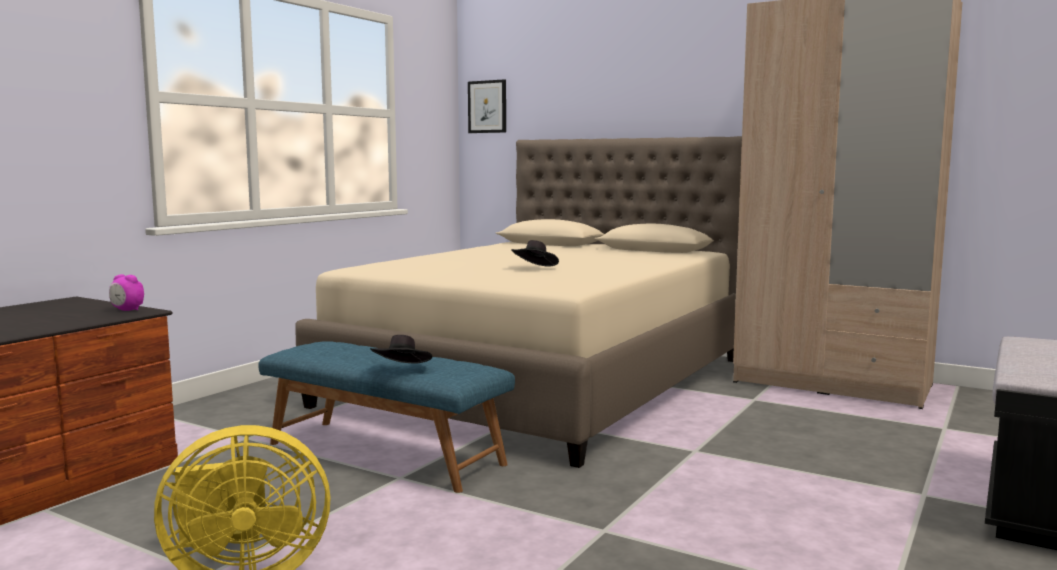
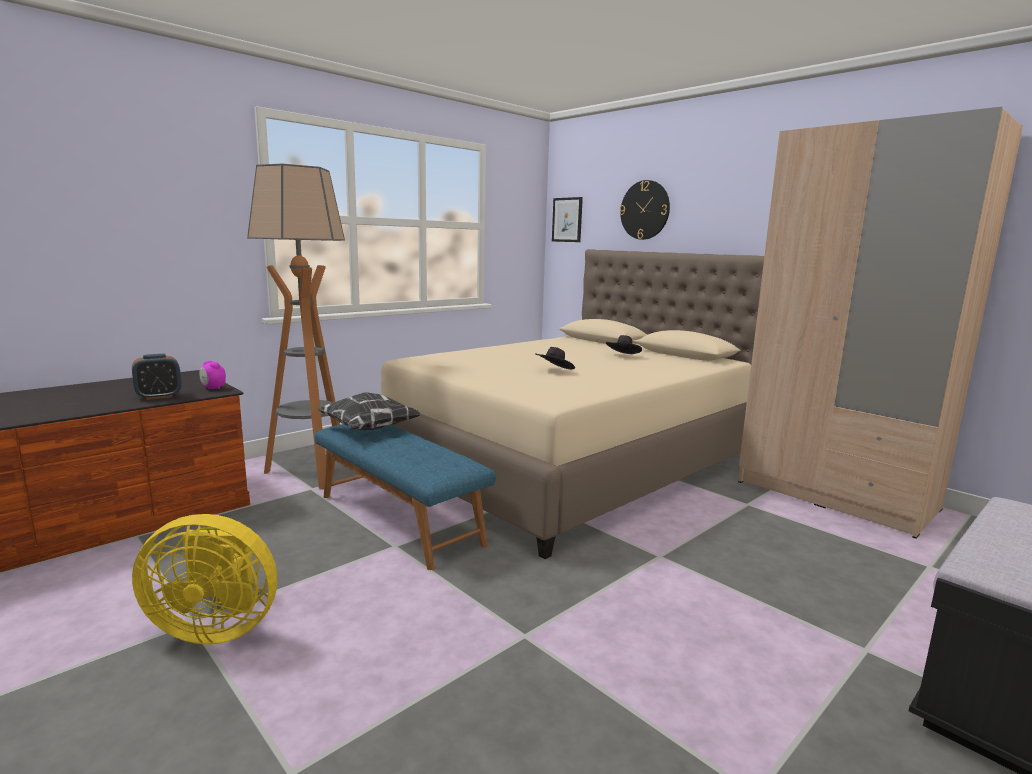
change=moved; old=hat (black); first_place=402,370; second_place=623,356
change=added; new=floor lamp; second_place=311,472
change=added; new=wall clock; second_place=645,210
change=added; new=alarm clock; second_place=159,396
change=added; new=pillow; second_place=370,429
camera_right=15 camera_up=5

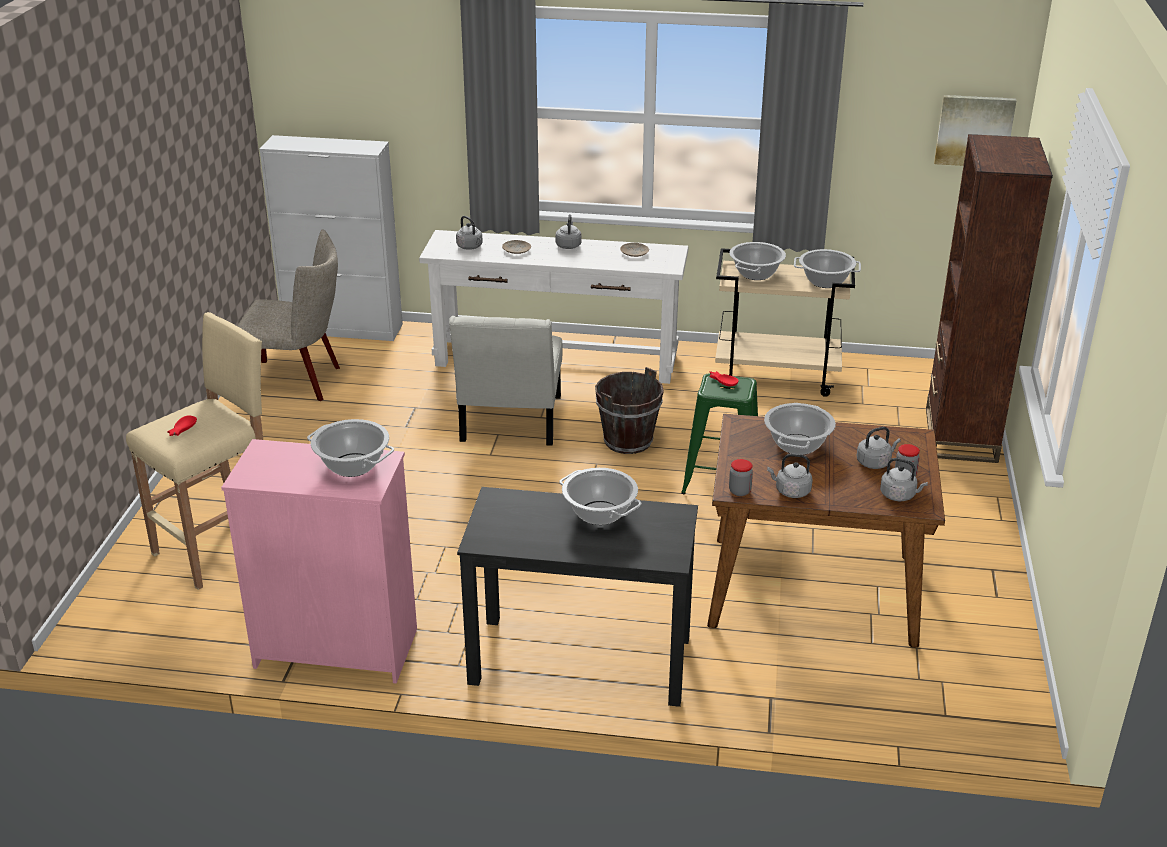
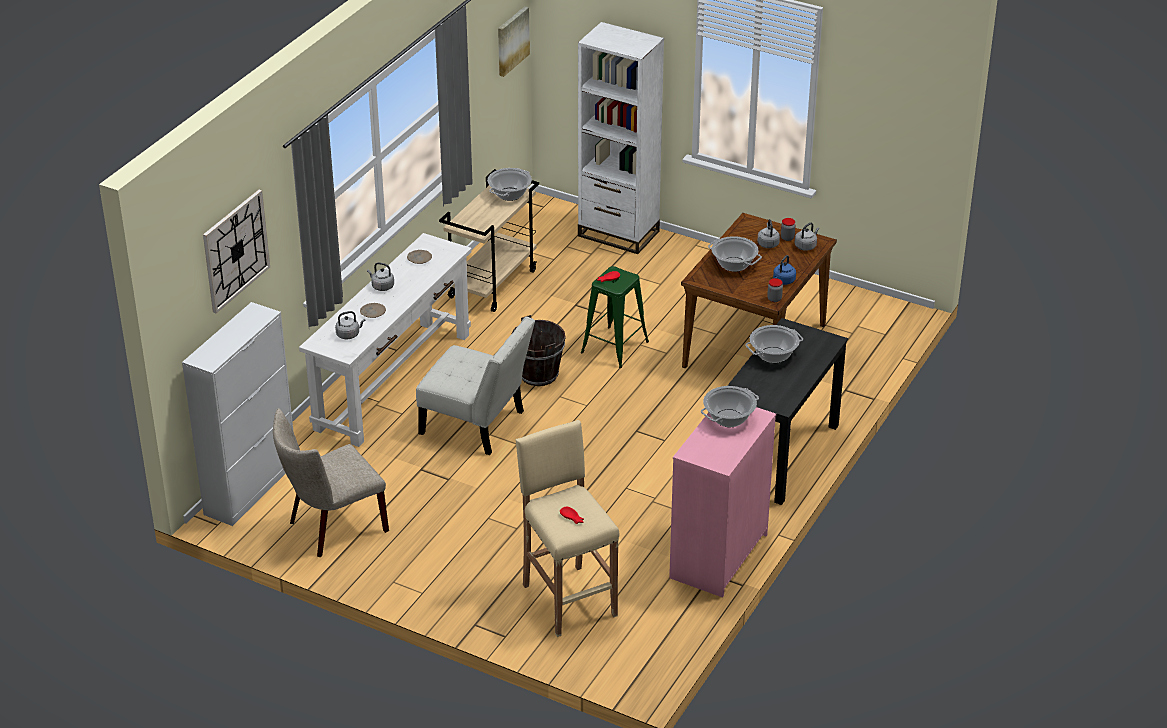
change=recoloured; old=bookcase (brown); new=bookcase (white); first_place=960,435; second_place=618,234
change=turned; old=chair (beige); first_place=298,381; second_place=332,528; degrees=-150
change=removed; old=cooking pot; first_place=756,274
change=recoloured; old=kettle (grey); new=kettle (blue); first_place=790,491; second_place=783,281
change=added; new=wall clock; second_place=235,250
camera_right=-70 camera_up=5

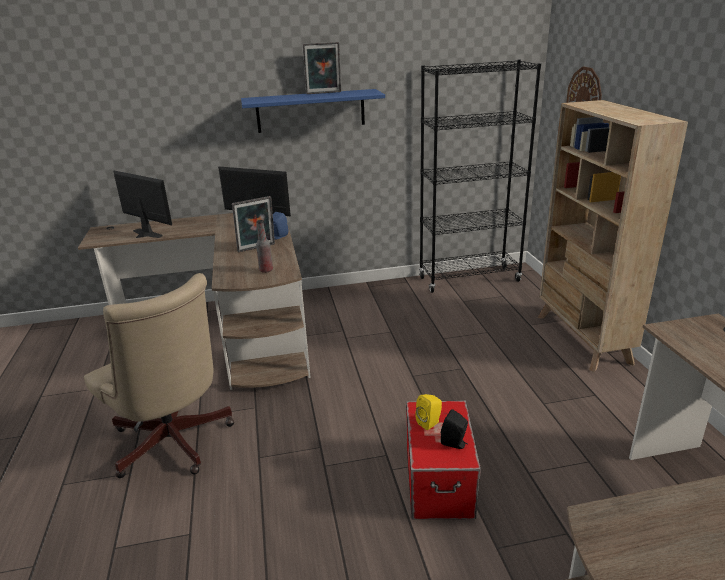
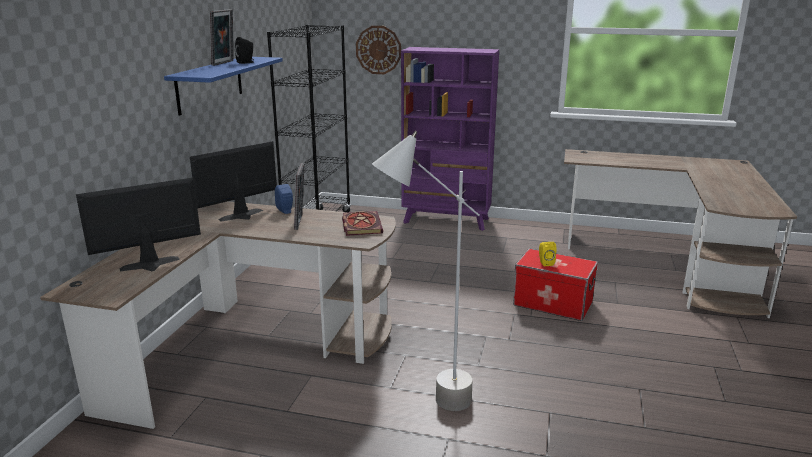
change=recoloured; old=bookcase (beige); new=bookcase (purple); first_place=582,339; second_place=446,221
change=replaced; old=bottle; new=book; first_place=266,270; second_place=360,225
change=replaced; old=office chair (beige); new=floor lamp (grey); first_place=174,445; second_place=426,407
change=moved; old=speaker (black); first_place=455,443; second_place=246,62
camera_right=-65 camera_up=-5

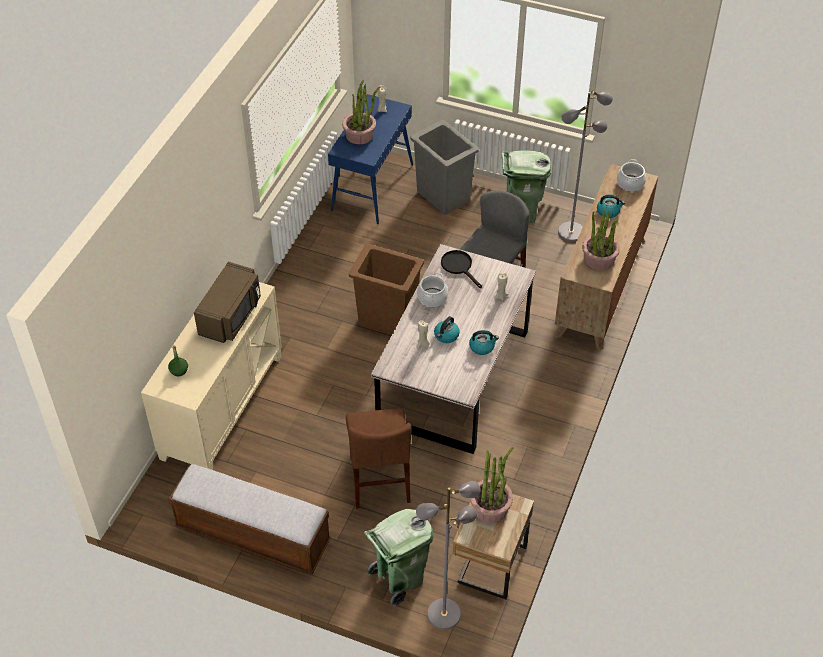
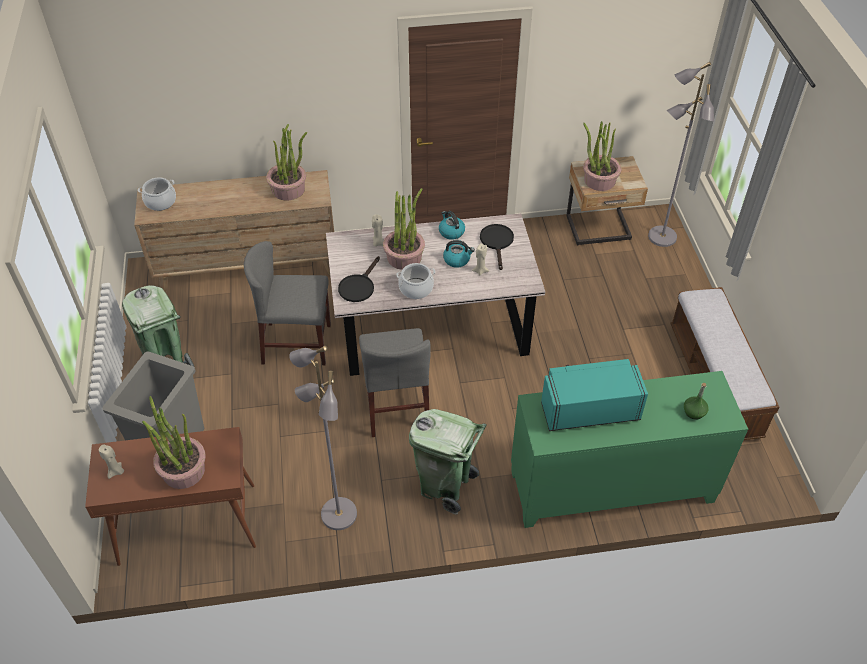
change=moved; old=floor lamp (grey); first_place=571,231; second_place=337,515
change=recoloured; old=console table (blue); new=console table (brown); first_place=372,187; second_place=187,525
change=removed; old=kettle; first_place=608,211
change=replaced; old=trash can (brown); new=chair (grey); first_place=387,319; second_place=396,406
change=recoloured; old=microwave (brown); new=microwave (turquoise); first_place=231,316; second_place=588,409
change=recoloured; old=cabinet (beige); new=cabinet (green); first_place=221,406; second_place=611,487
change=removed; old=chair (brown); first_place=379,479
change=moved; old=trash can (green); first_place=399,578; second_place=445,486
change=added; new=potted plant; second_place=404,257
change=added; new=frying pan (black); second_place=497,242
camera_right=-120 camera_up=0

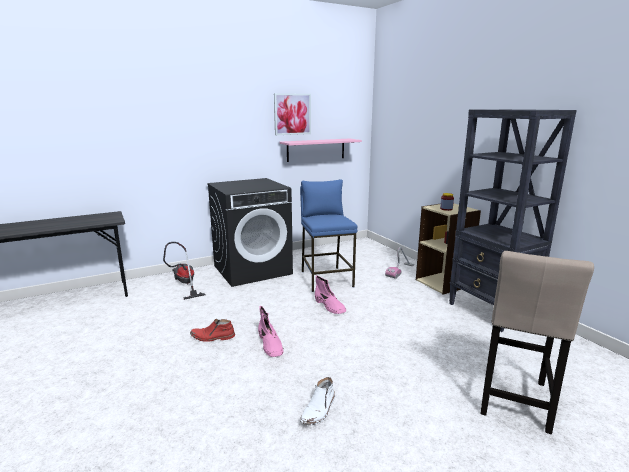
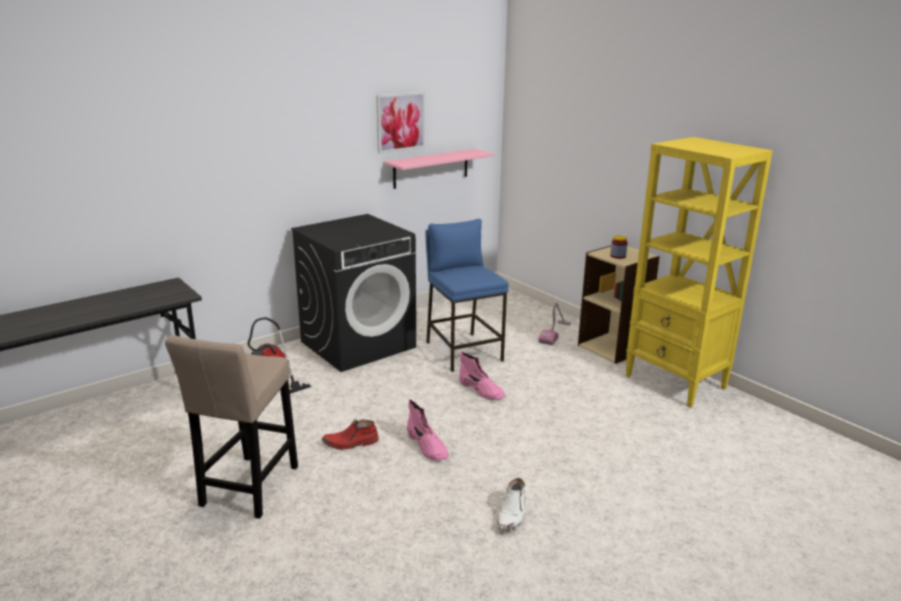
change=recoloured; old=bookcase (black); new=bookcase (yellow); first_place=491,311; second_place=675,382
change=moved; old=stool (beige); first_place=514,402; second_place=247,489
camera_right=-10 camera_up=5

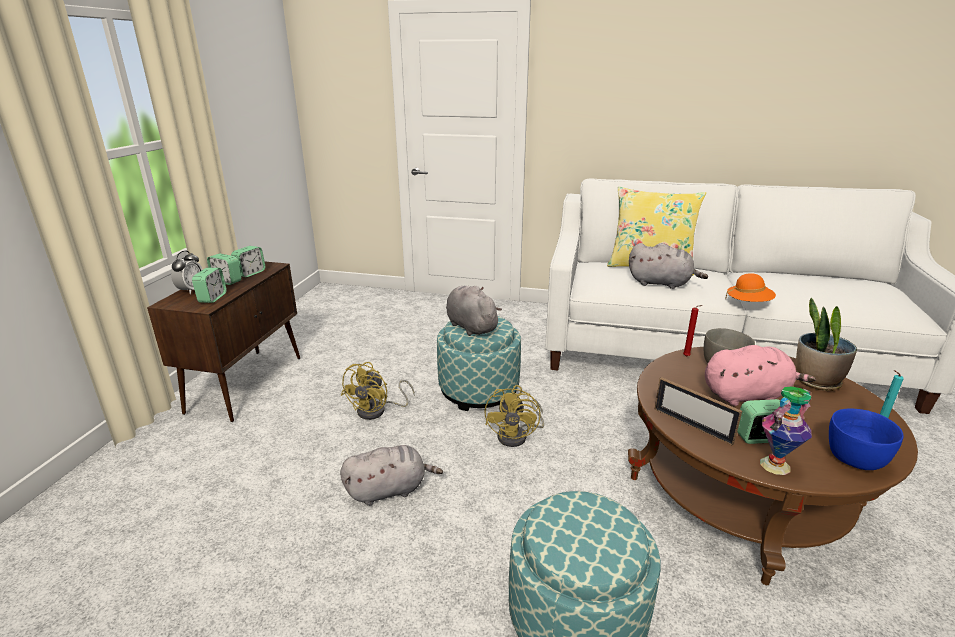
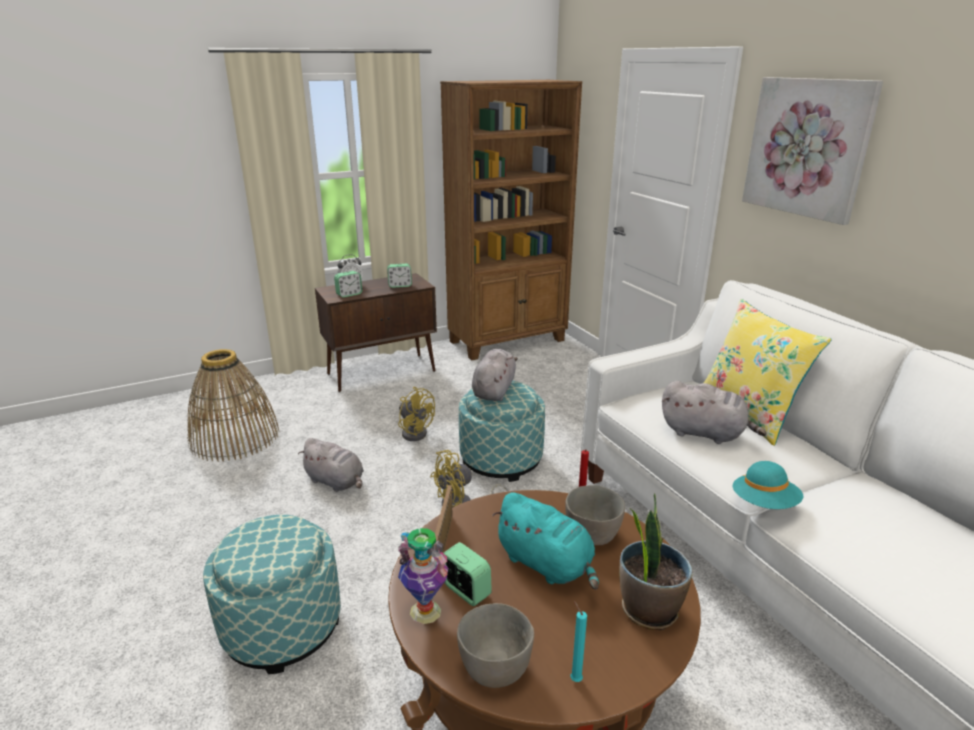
change=turned; old=plush toy (grey); first_place=661,283; second_place=705,433; degrees=-45
change=removed; old=alarm clock; first_place=227,281
change=recoloured; old=hat (orange); new=hat (turquoise); first_place=748,303; second_place=764,503
change=recoloured; old=plush toy (pink); new=plush toy (turquoise); first_place=747,395; second_place=547,564
change=turned; old=fan (yellow); first_place=377,411; second_place=415,432; degrees=-120
change=recoloured; old=bowl (blue); new=bowl (grey); first_place=853,459; second_place=494,667
change=added; new=picture; second_place=807,147
change=added; new=bookcase (brown); second_place=508,341
change=added; new=basket; second_place=234,437
camera_right=50 camera_up=0

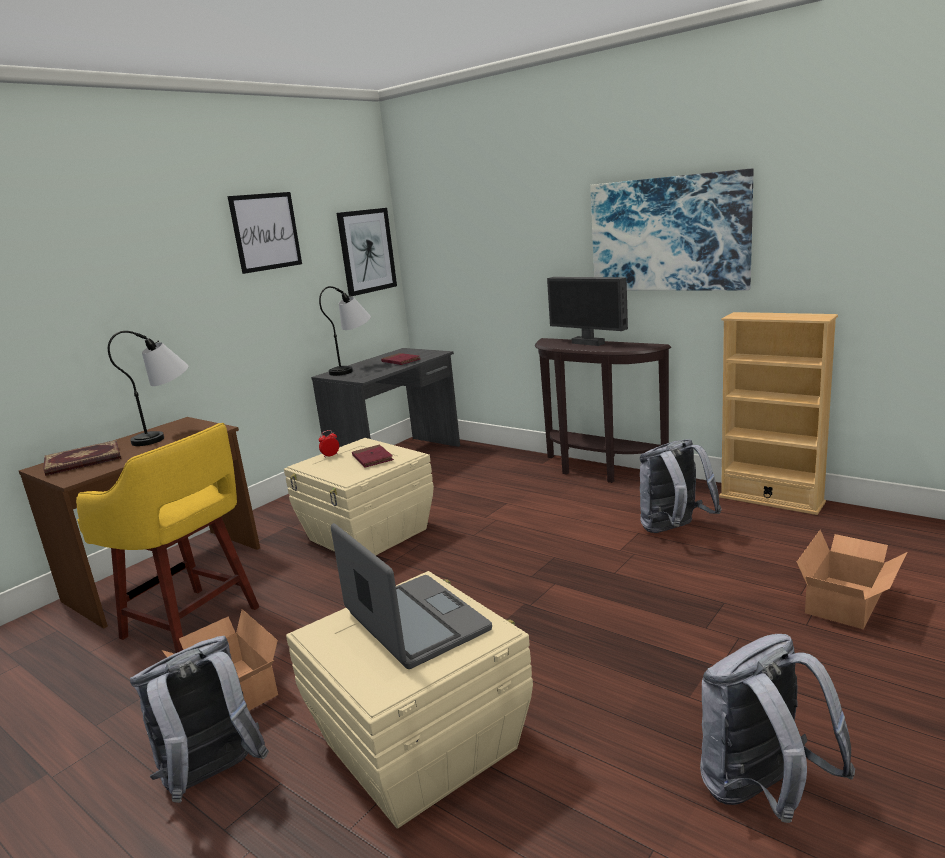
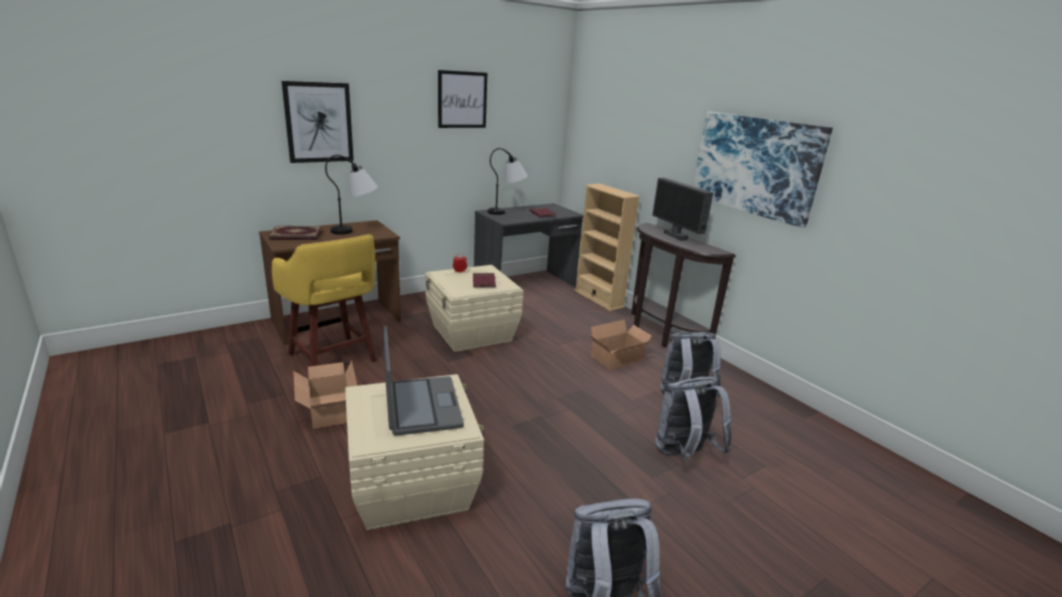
change=moved; old=picture; first_place=366,251; second_place=319,122
change=moved; old=bookcase (beige); first_place=771,499; second_place=598,299
change=moved; old=cardboard box; first_place=848,602; second_place=619,359
change=moved; old=backpack (grey); first_place=213,779; second_place=684,455
camera_right=15 camera_up=5

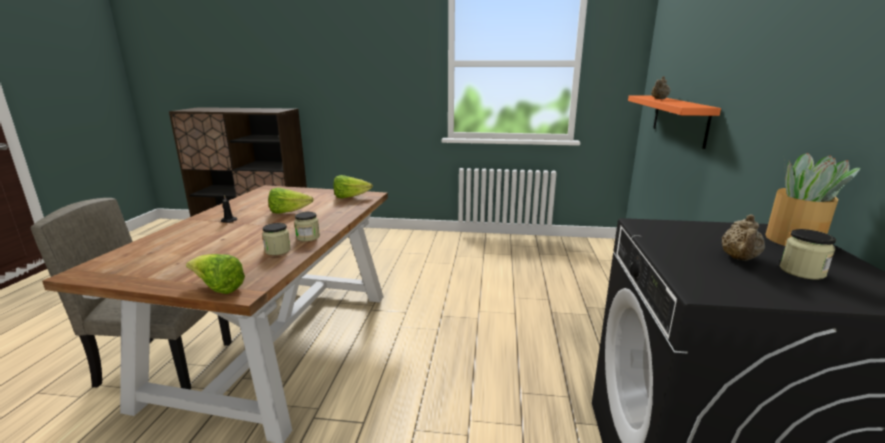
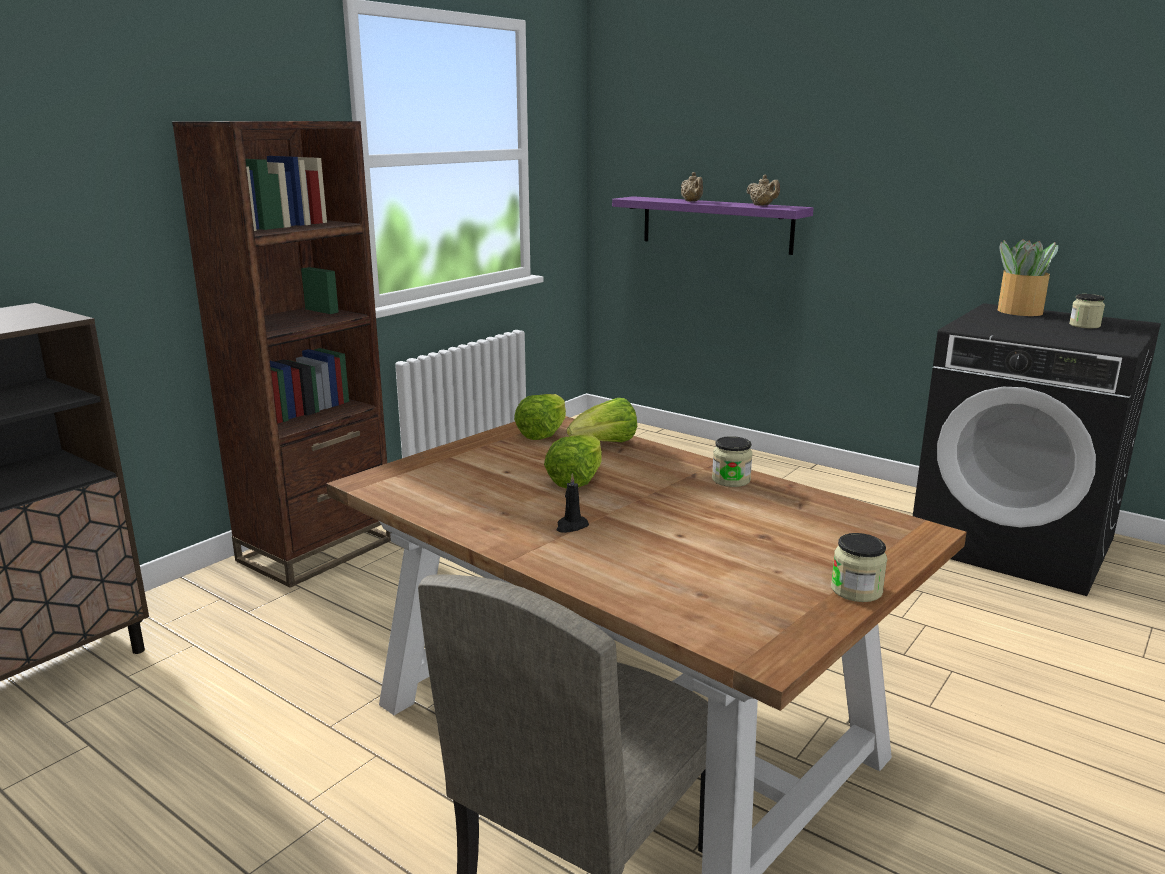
change=recoloured; old=shelf (orange); new=shelf (purple); first_place=679,119; second_place=716,224
change=moved; old=teapot (beige); first_place=739,258; second_place=762,205
change=moved; old=jar; first_place=277,250; second_place=856,590
change=moved; old=lettuce; first_place=218,288; second_place=604,444
change=added; new=bookcase (brown); second_place=317,550
camera_right=-60 camera_up=0

